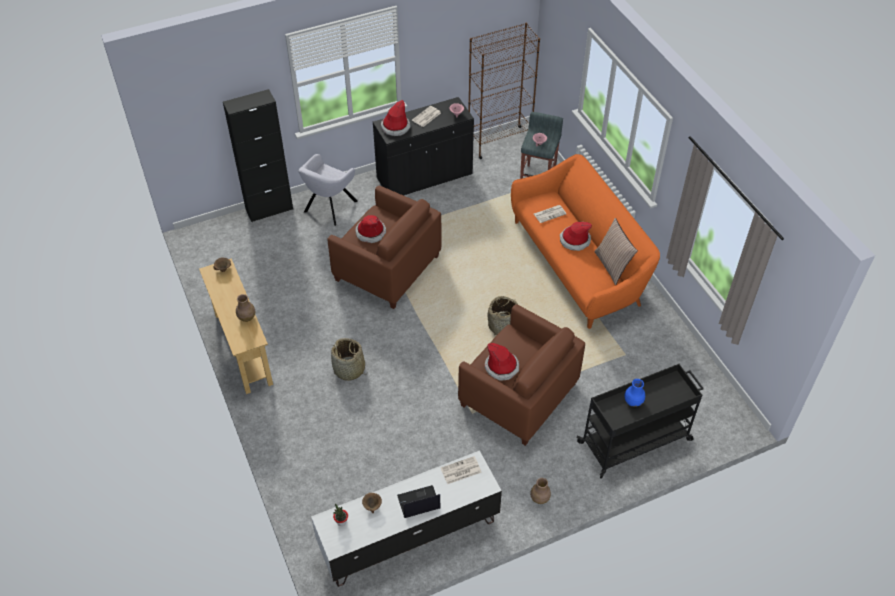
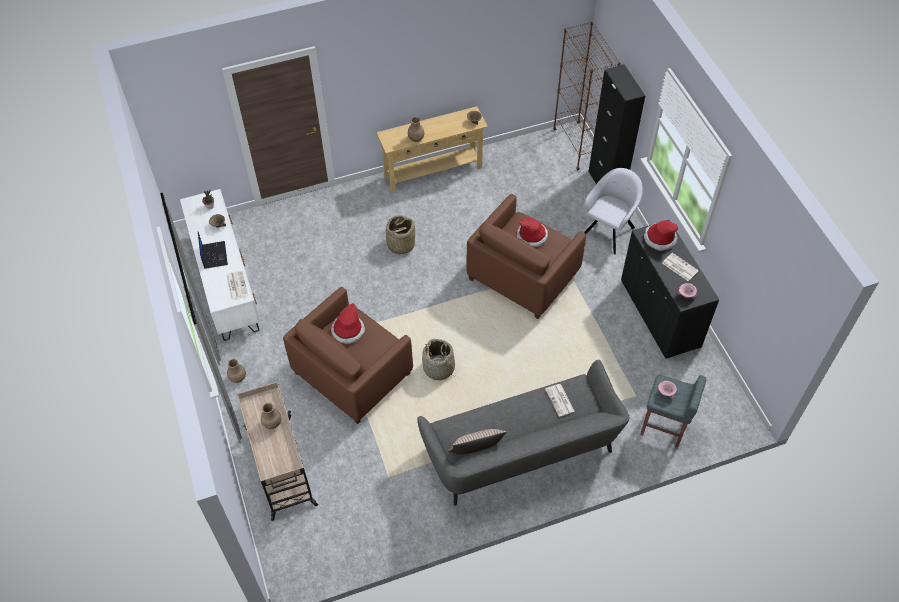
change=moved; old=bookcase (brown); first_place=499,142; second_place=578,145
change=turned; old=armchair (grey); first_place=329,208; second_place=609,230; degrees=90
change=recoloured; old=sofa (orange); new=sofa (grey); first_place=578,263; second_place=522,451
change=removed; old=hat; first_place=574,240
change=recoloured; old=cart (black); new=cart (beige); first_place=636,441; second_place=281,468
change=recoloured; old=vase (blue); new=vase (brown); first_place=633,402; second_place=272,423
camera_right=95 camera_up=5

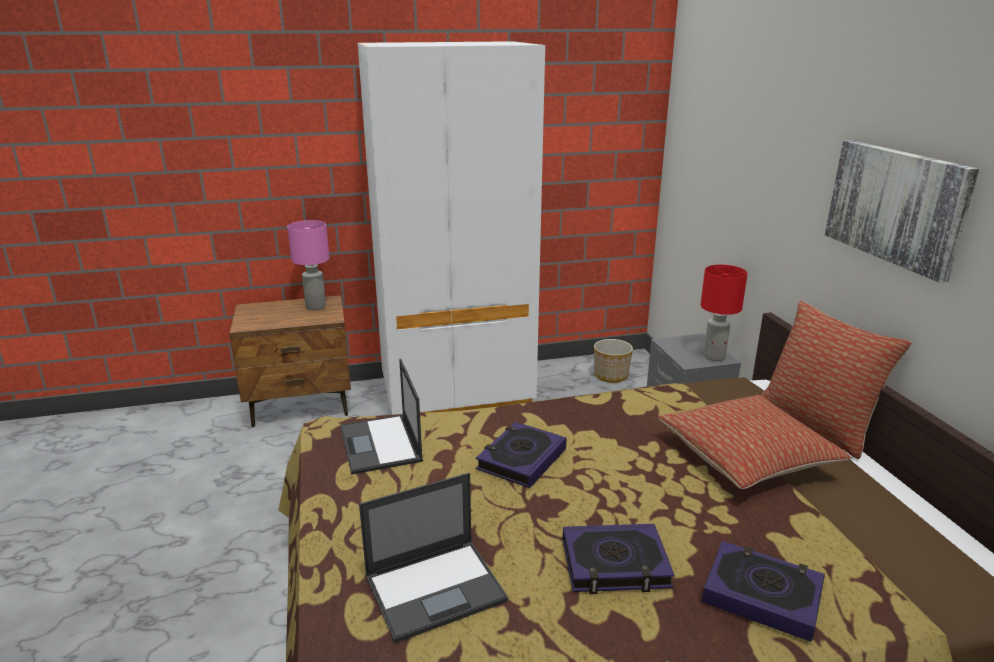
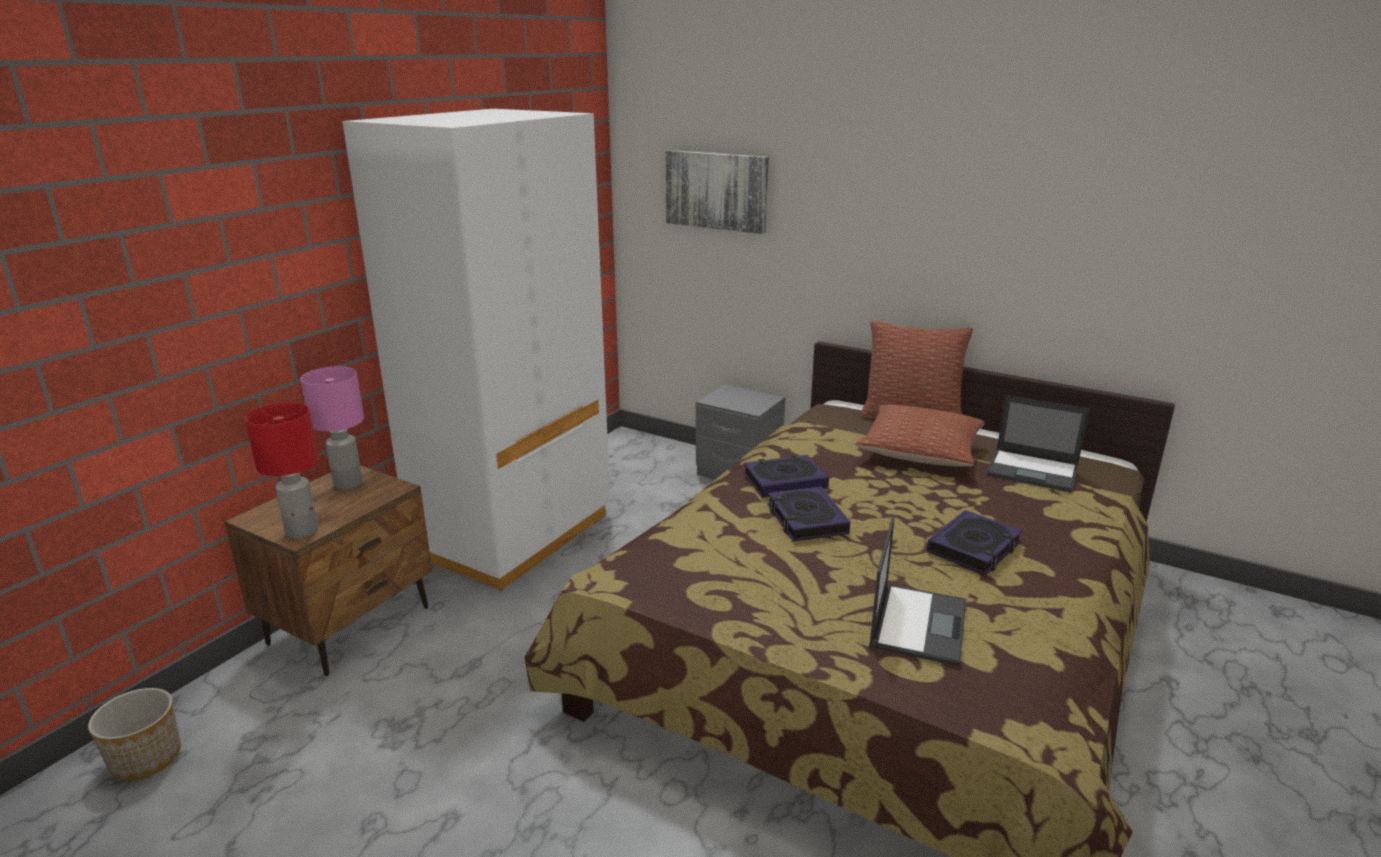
change=moved; old=picture; first_place=896,206; second_place=717,190
change=moved; old=table lamp (red); first_place=714,356; second_place=302,531
change=moved; old=planter; first_place=611,375; second_place=146,758
change=moved; old=laptop; first_place=381,445; second_place=1033,471
change=moved; old=book; first_place=762,595; second_place=784,481
camera_right=-45 camera_up=0

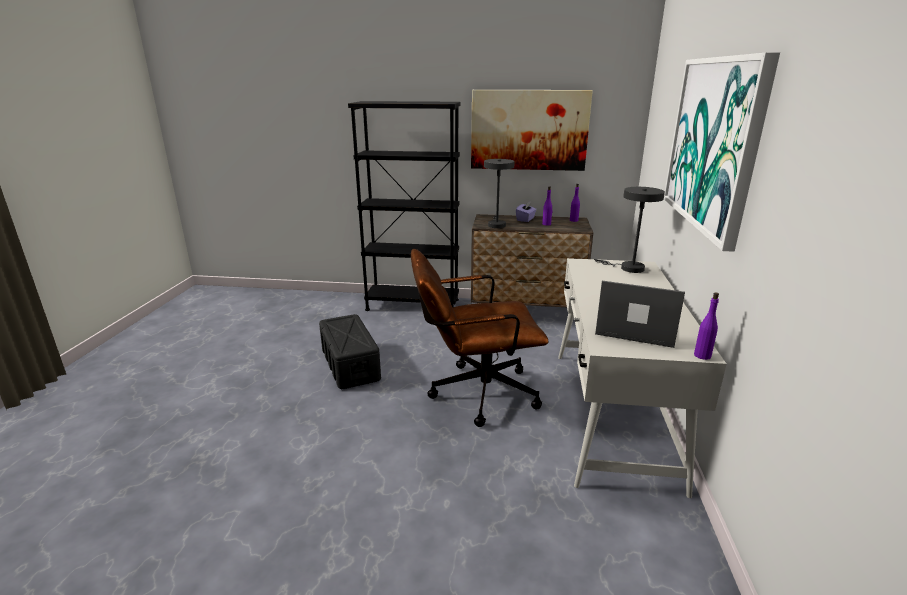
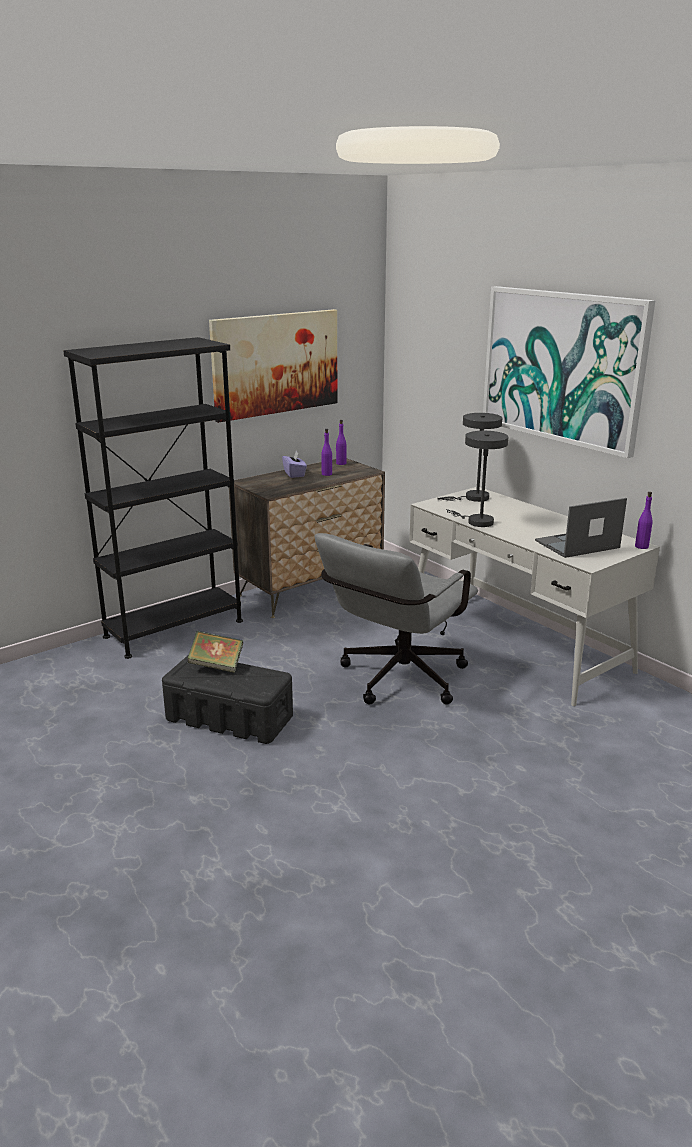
change=moved; old=table lamp (grey); first_place=496,224; second_place=476,521
change=recoloured; old=office chair (brown); new=office chair (grey); first_place=474,393; second_place=396,681
change=added; new=book; second_place=216,665
camera_right=-45 camera_up=0

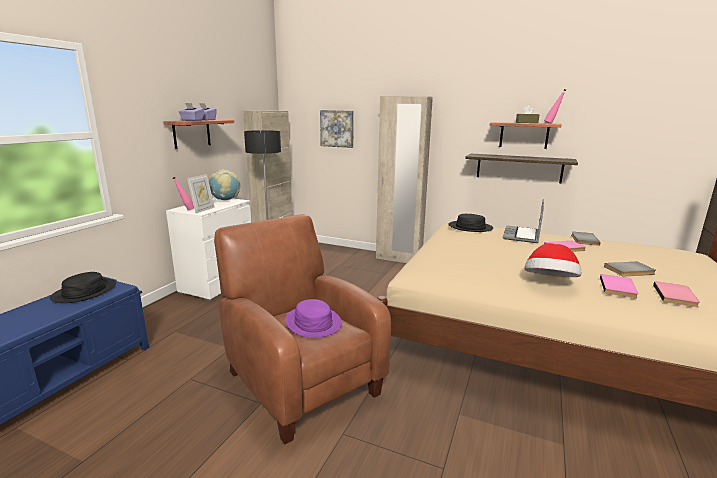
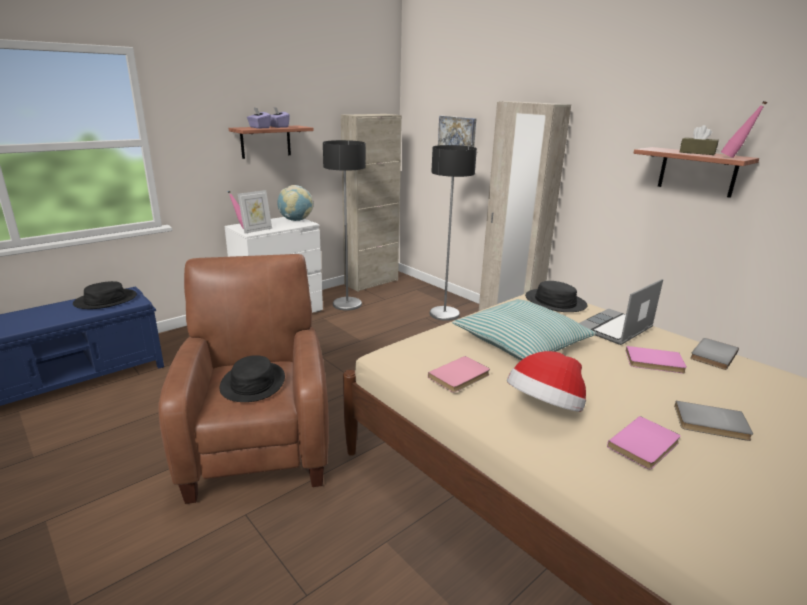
change=removed; old=shelf; first_place=519,168
change=moved; old=book (pink); first_place=676,296; second_place=460,377
change=recoloured; old=hat (purple); new=hat (black); first_place=313,322; second_place=252,383
change=added; new=floor lamp; second_place=444,314
change=added; new=pillow; second_place=522,342
camera_right=25 camera_up=5

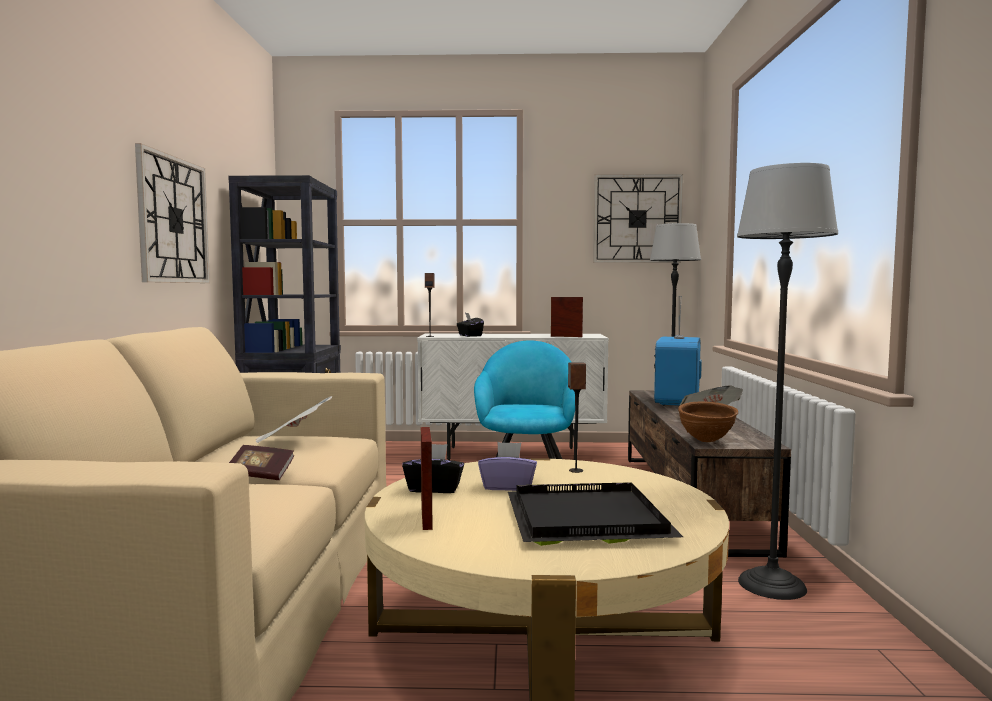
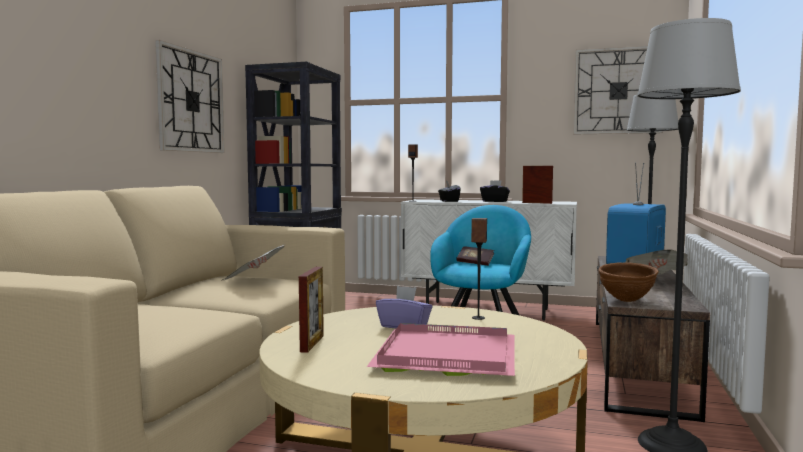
change=moved; old=tissue box (black); first_place=434,488; second_place=494,201
change=moved; old=book; first_place=260,475; second_place=475,263
change=recoloured; old=tray (black); new=tray (pink); first_place=584,520; second_place=444,356
camera_right=15 camera_up=0

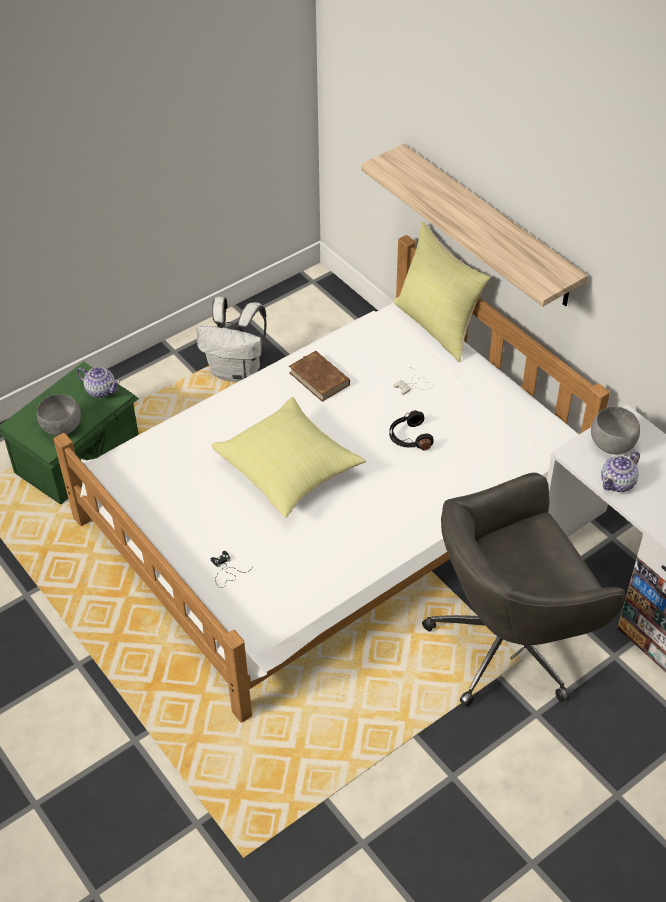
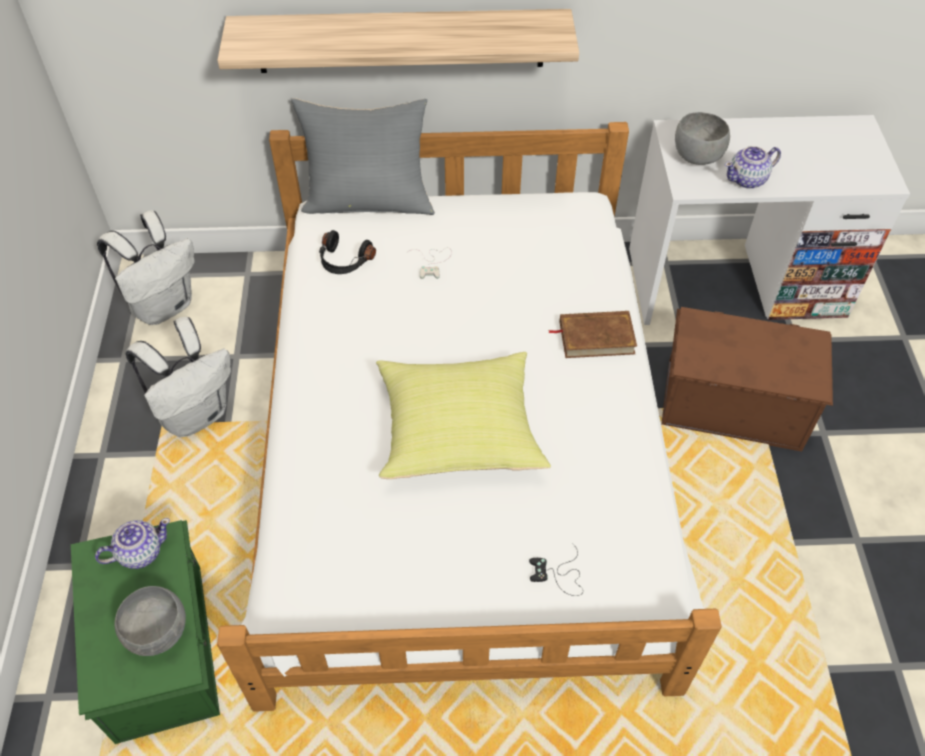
change=recoloured; old=pillow (yellow); new=pillow (grey); first_place=438,326; second_place=369,201
change=moved; old=book (brown); first_place=319,378; second_place=596,337
change=moved; old=headphones (black); first_place=409,438; second_place=344,261
change=turned; old=teapot; first_place=618,483; second_place=747,179; degrees=75
change=replaced; old=office chair (grey); new=storage box (brown); first_place=510,643; second_place=732,402
change=added; new=backpack (white); second_place=164,305
camera_right=-55 camera_up=5

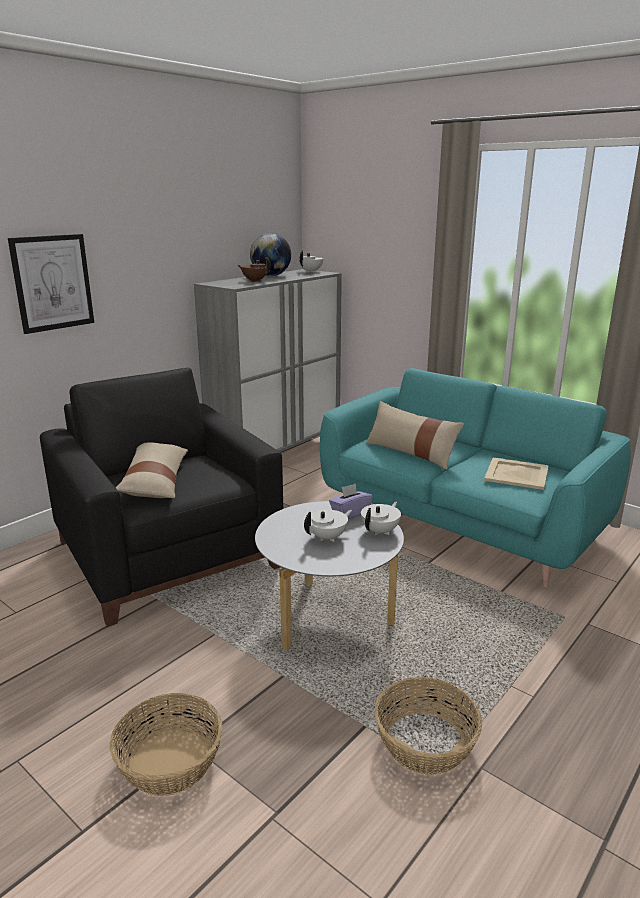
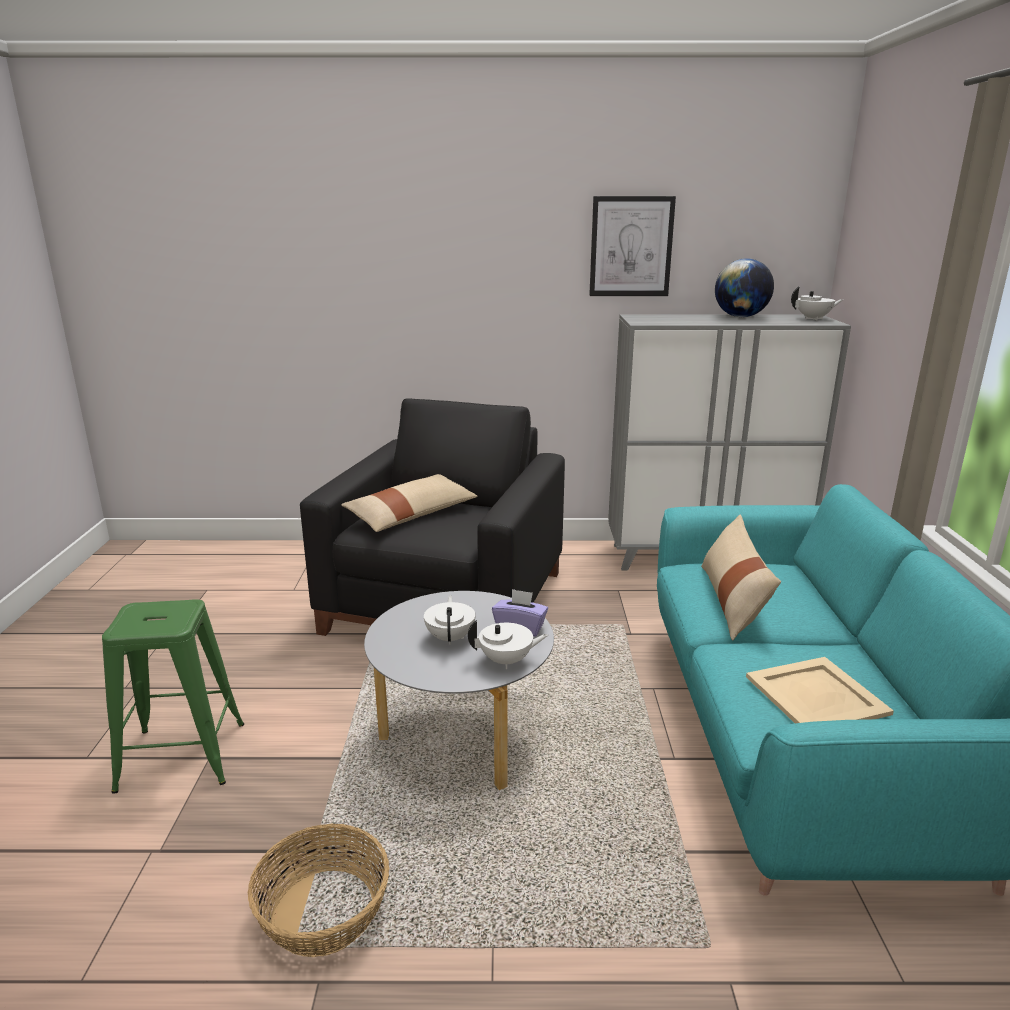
change=moved; old=picture; first_place=52,283; second_place=631,247
change=removed; old=teapot (brown); first_place=255,281
change=turned; old=teapot (white); first_place=328,537; second_place=450,637; degrees=-105
change=replaced; old=basket; new=stool (green); first_place=169,762; second_place=182,756
camera_right=50 camera_up=0

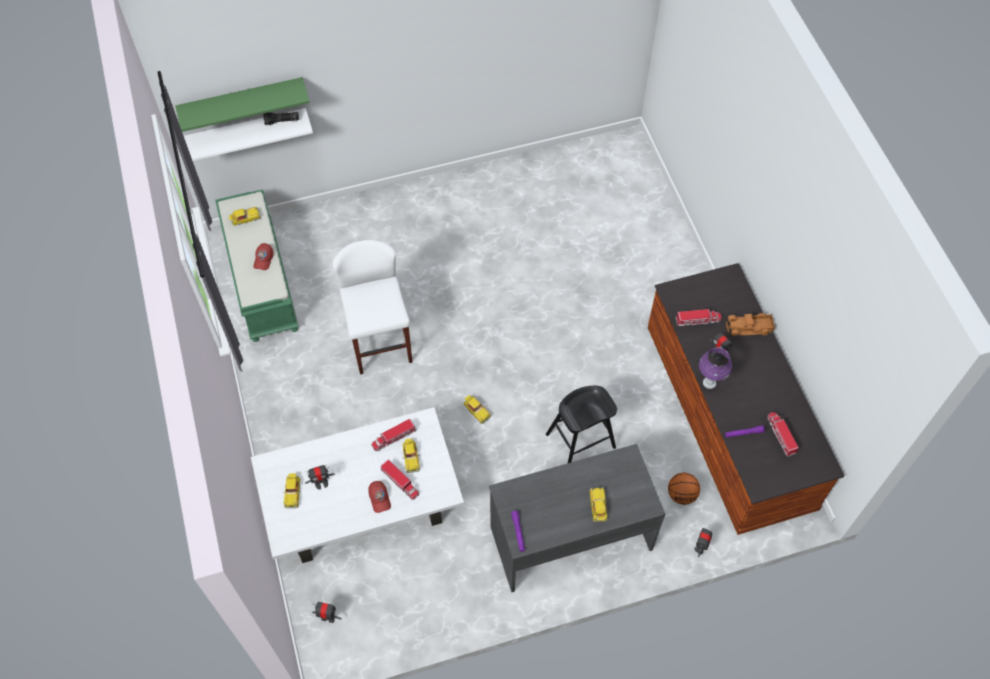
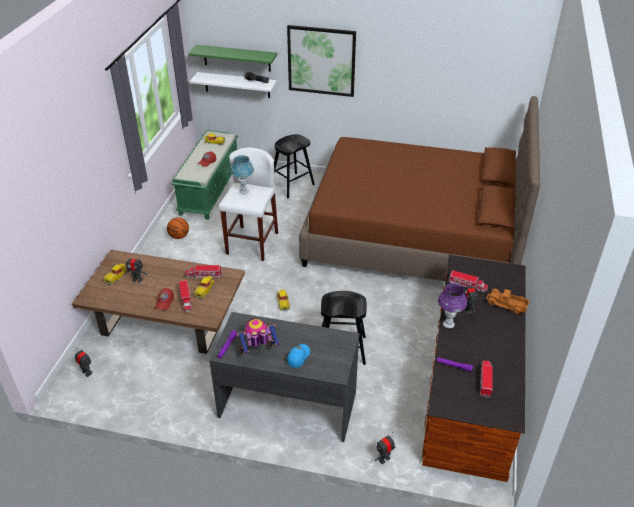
change=recoloured; old=coffee table (white); new=coffee table (brown); first_place=363,500; second_place=168,319
change=moved; old=basketball; first_place=681,494; second_place=179,236
change=replaced; old=toy car; new=cap (blue); first_place=598,506; second_place=298,357
change=added; new=picture; second_place=321,61
change=added; new=bed (brown); second_place=413,235
change=added; new=stool (black); second_place=292,185
change=added; new=table lamp (blue); second_place=244,192
change=added; new=toy robot; second_place=258,352
camera_right=30 camera_up=-20

